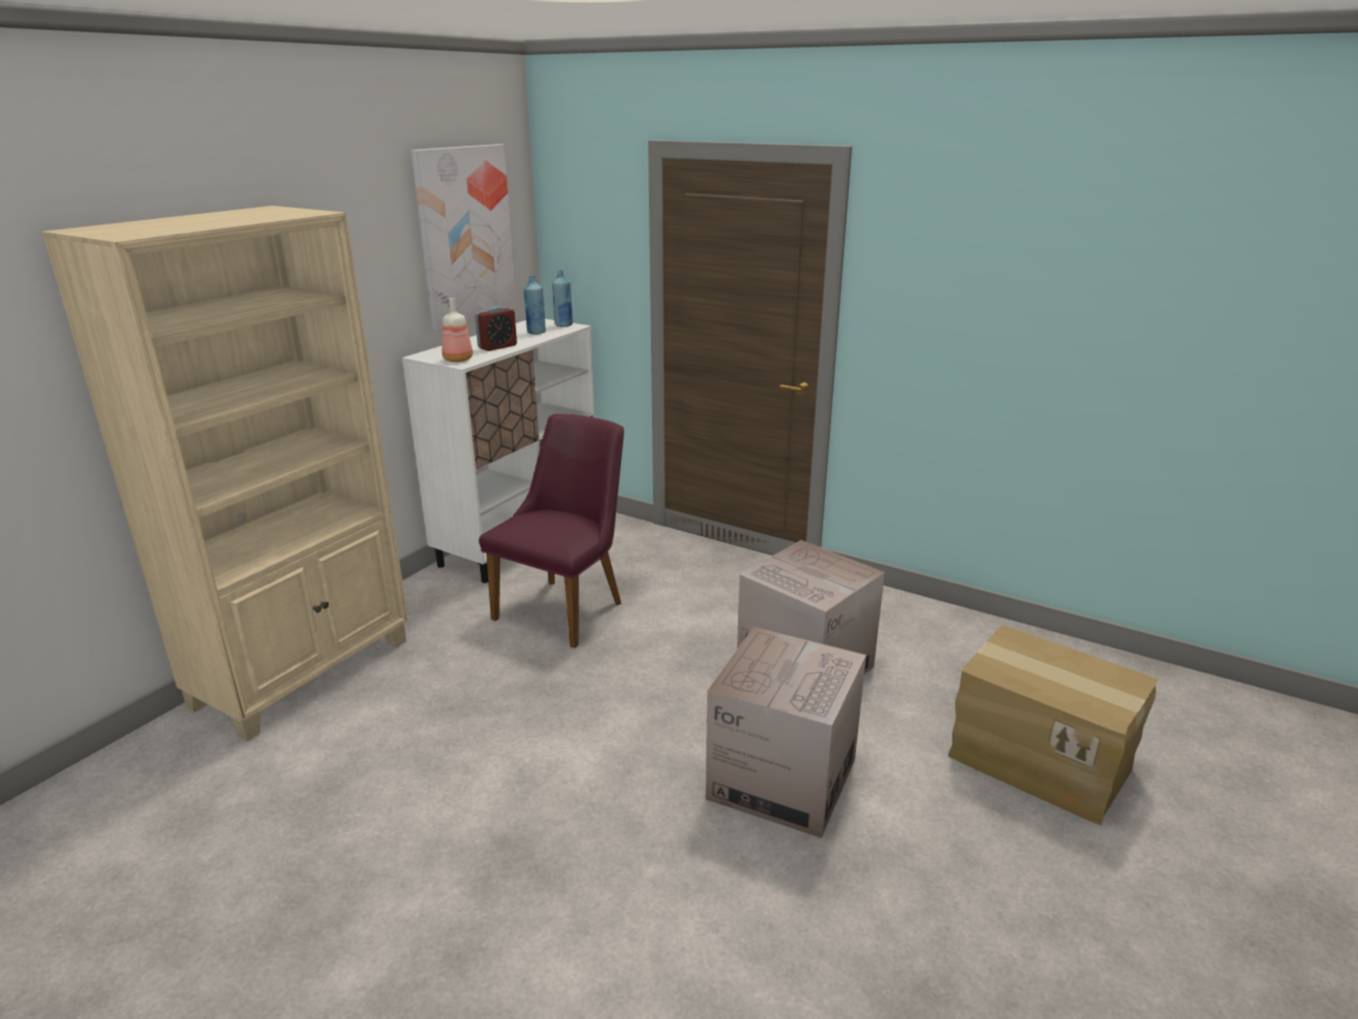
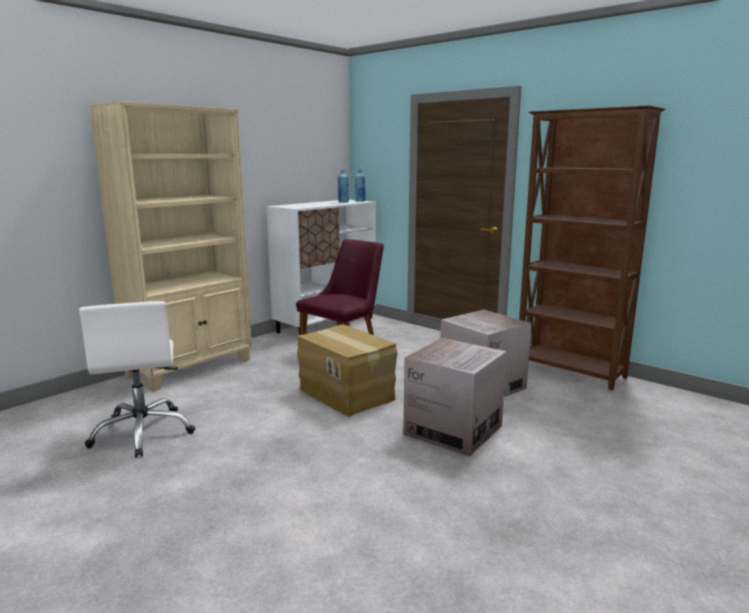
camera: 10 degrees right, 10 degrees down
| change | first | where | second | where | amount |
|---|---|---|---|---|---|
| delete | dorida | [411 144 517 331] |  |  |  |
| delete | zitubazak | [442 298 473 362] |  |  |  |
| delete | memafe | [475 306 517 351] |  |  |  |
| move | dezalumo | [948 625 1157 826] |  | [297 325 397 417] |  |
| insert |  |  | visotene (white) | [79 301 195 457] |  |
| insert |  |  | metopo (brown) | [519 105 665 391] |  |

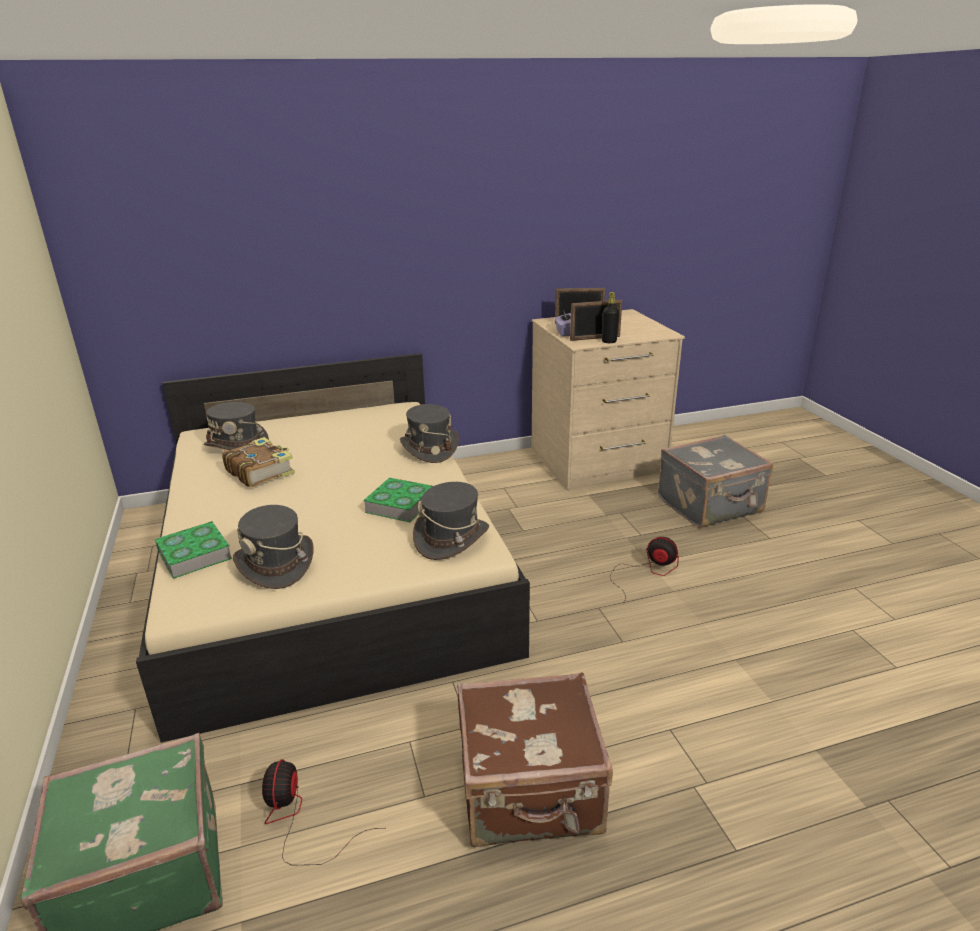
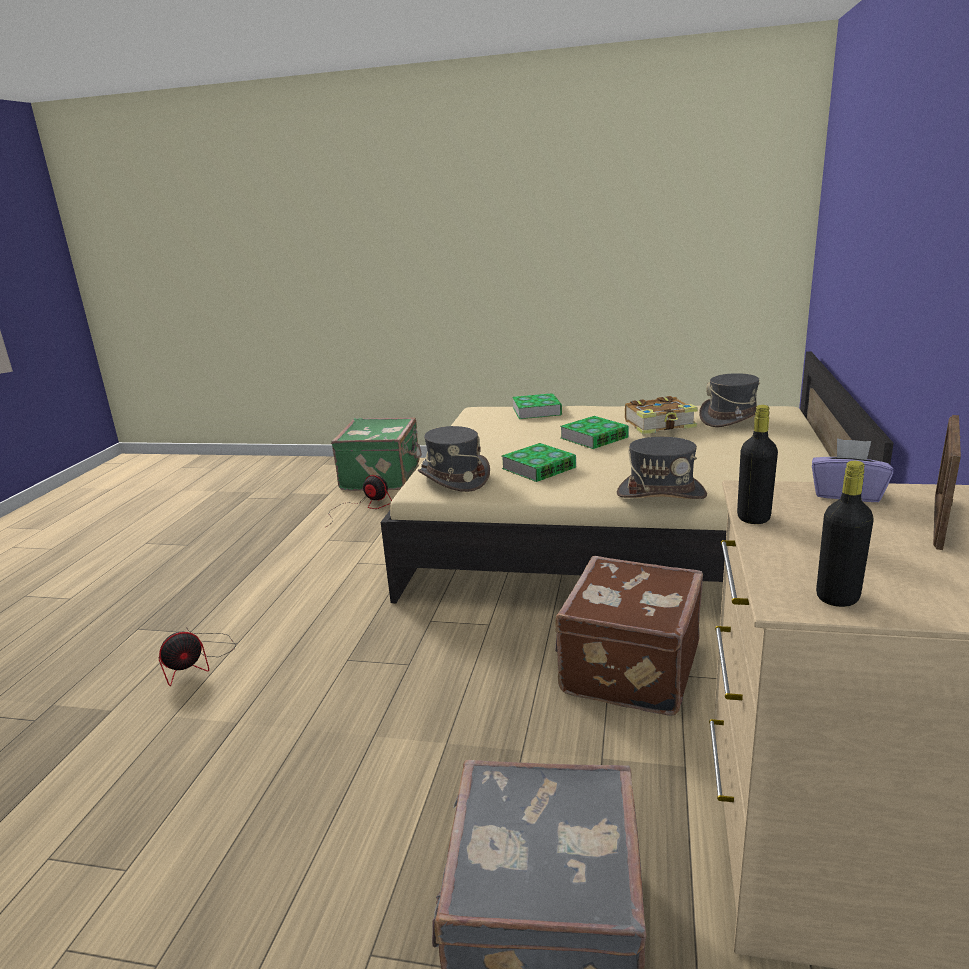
camera: 120 degrees right, 5 degrees down
| change | first | where | second | where | amount |
|---|---|---|---|---|---|
| delete | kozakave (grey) | [233 505 313 589] |  |  |  |
| move | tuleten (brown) | [457 672 613 847] |  | [555 556 703 716] |  |
| delete | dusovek | [570 300 622 341] |  |  |  |
| move | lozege | [610 537 679 604] |  | [159 627 236 686] |  |
| insert |  |  | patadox | [560 416 629 449] |  |
| insert |  |  | zitubazak (black) | [816 461 874 607] |  |

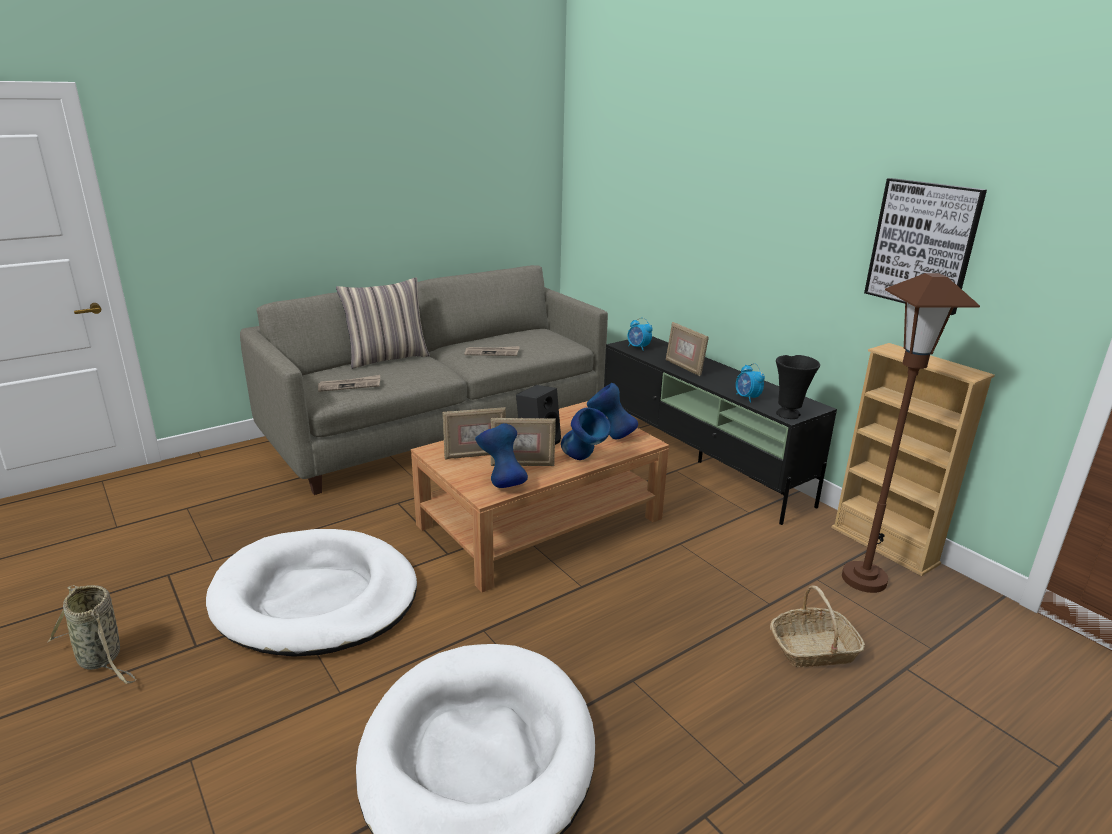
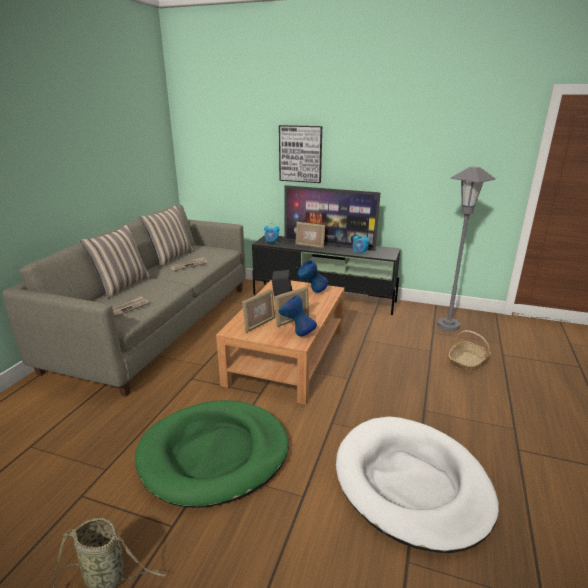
camera: 35 degrees left, 0 degrees up
| change | first | where | second | where | amount |
|---|---|---|---|---|---|
| recolor | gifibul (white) | [206 529 417 657] | gifibul (green) | [135 400 289 508] |  |
| delete | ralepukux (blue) | [561 407 611 460] |  |  |  |
| delete | ralepukux (black) | [776 355 820 419] |  |  |  |
| delete | metopo (beige) | [831 343 995 576] |  |  |  |
| recolor | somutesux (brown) | [842 273 980 593] | somutesux (grey) | [437 166 496 331] |  |
| move | dorida | [864 178 987 315] |  | [279 125 322 183] |  |
| insert |  |  | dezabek | [139 205 194 267] |  |
| insert |  |  | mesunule | [284 185 381 251] |  |

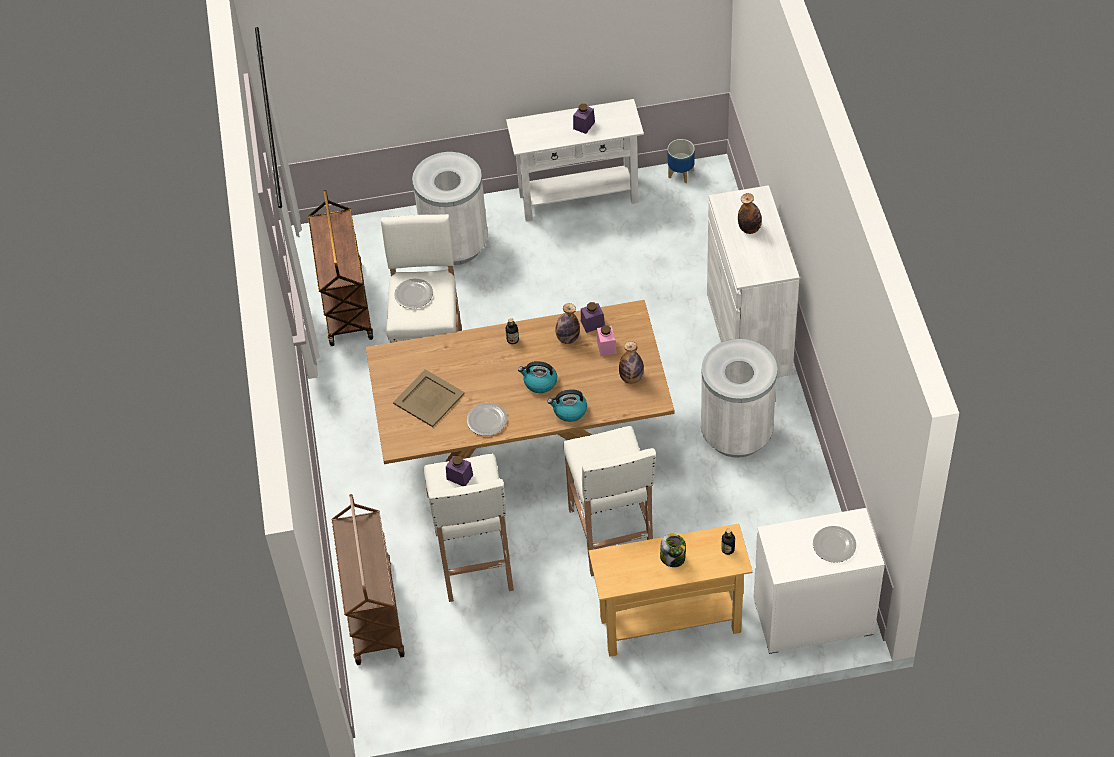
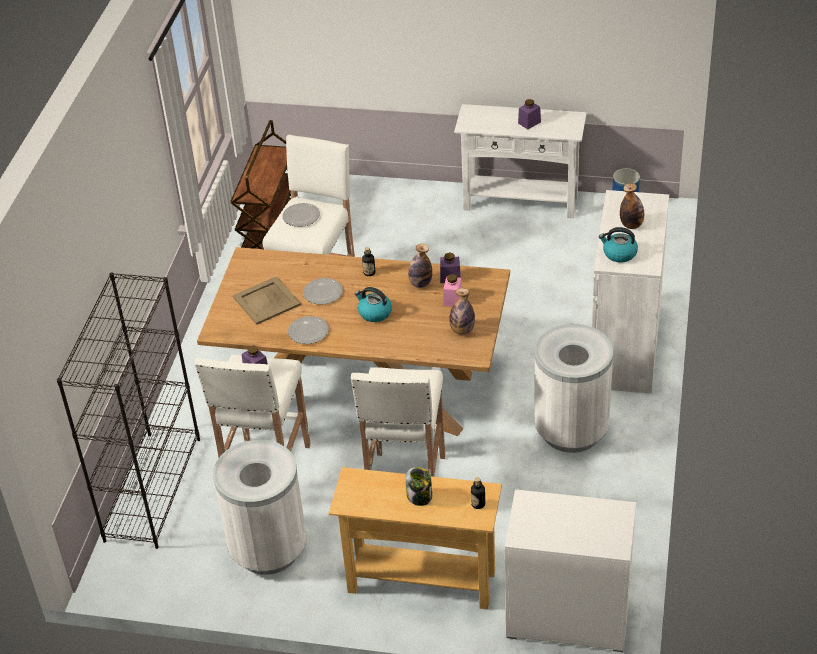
camera: 20 degrees right, 10 degrees down
| change | first | where | second | where | amount |
|---|---|---|---|---|---|
| replace | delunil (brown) | [332 494 405 665] | metopo (black) | [57 272 200 549] |  |
| move | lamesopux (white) | [412 152 488 265] |  | [213 440 307 575] |  |
| move | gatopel | [547 389 587 422] |  | [599 227 638 263] |  |
| move | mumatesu | [813 526 856 563] |  | [303 278 343 305] |  |

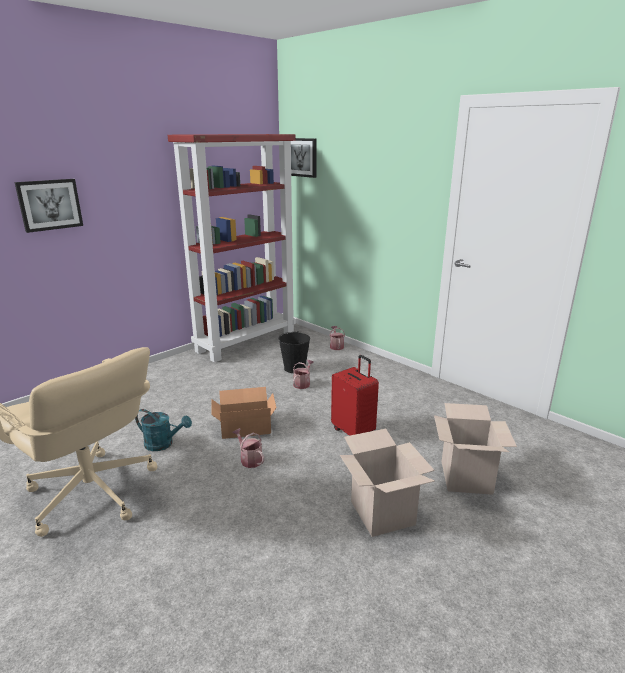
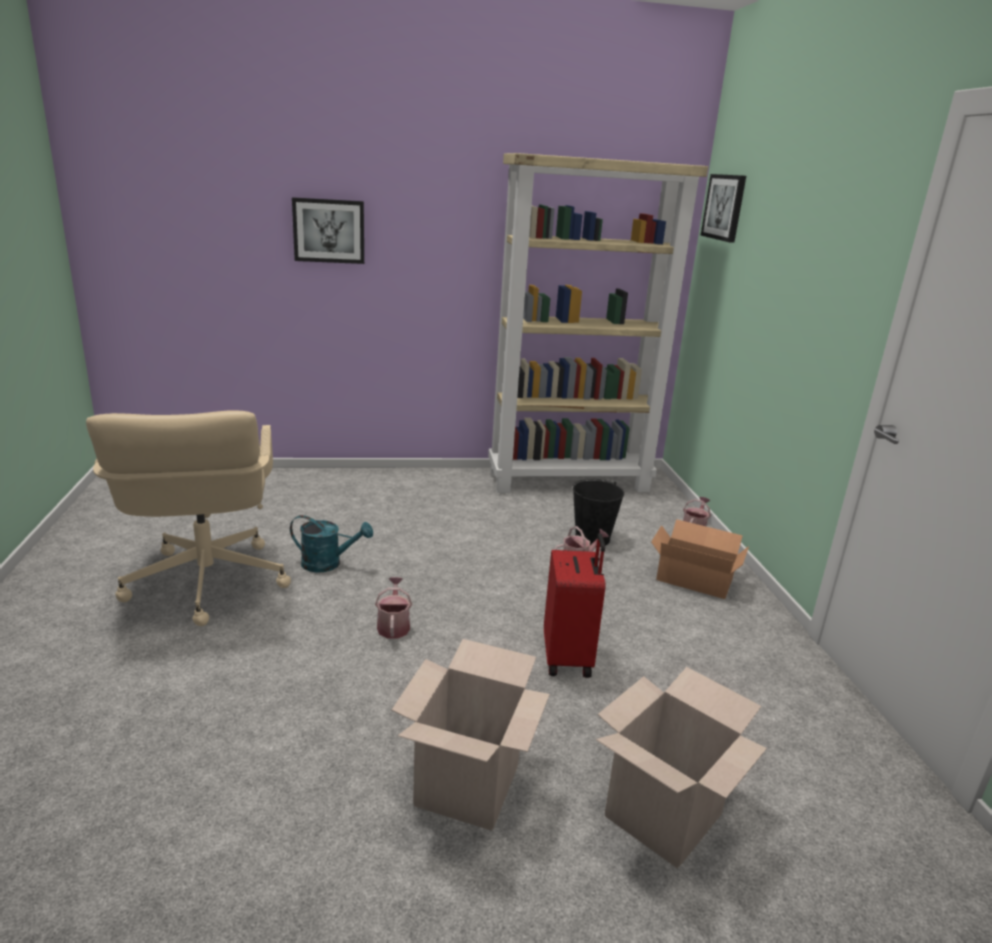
camera: 35 degrees right, 0 degrees up
| change | first | where | second | where | amount |
|---|---|---|---|---|---|
| rotate | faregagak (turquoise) | [135 409 192 451] |  | [290 515 373 573] | 45 degrees counterclockwise |
| recolor | metopo (red) | [167 134 296 362] | metopo (beige) | [488 153 708 493] |  |
| move | dezalumo | [211 387 277 439] |  | [651 519 749 599] |  |

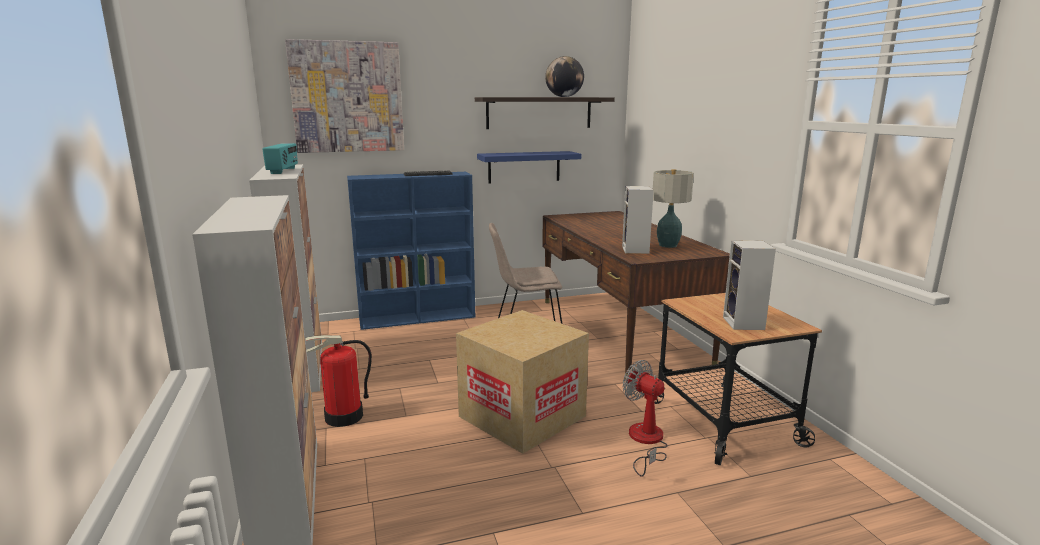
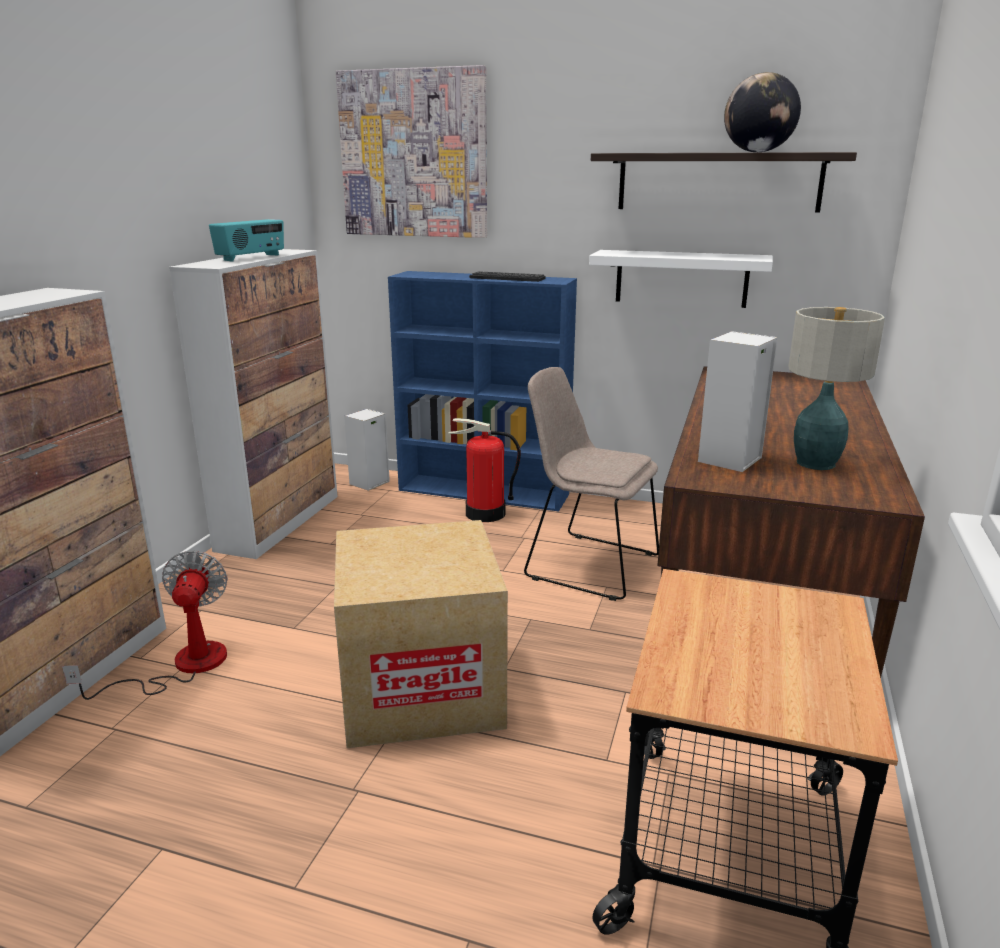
camera: 35 degrees right, 5 degrees up
| change | first | where | second | where | amount |
|---|---|---|---|---|---|
| move | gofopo | [305 335 372 427] |  | [448 418 521 522] |  |
| recolor | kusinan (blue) | [477 151 581 184] | kusinan (white) | [589 250 773 308] |  |
| move | lozege | [623 360 668 477] |  | [62 551 228 700] |  |
| move | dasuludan | [723 240 776 330] |  | [344 409 390 491] |  |

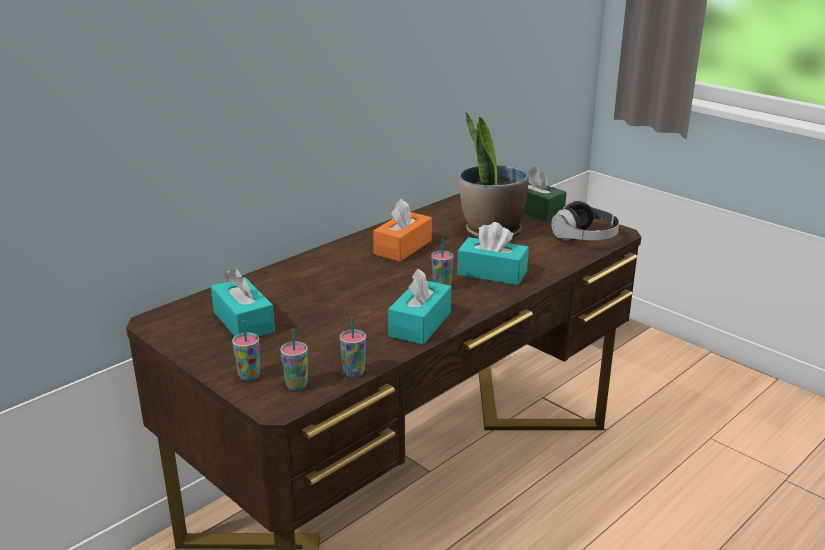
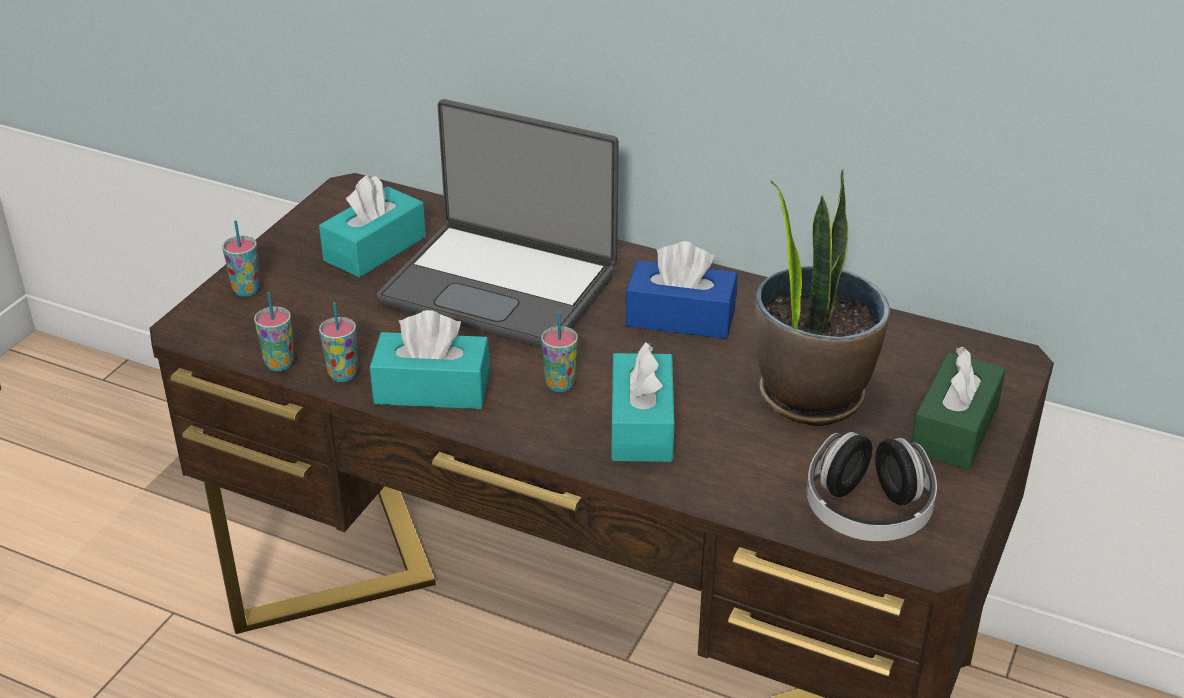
camera: 70 degrees right, 10 degrees up
| change | first | where | second | where | amount |
|---|---|---|---|---|---|
| move | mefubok | [280 329 308 391] |  | [319 302 358 382] |  |
| recolor | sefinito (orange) | [373 199 432 262] | sefinito (blue) | [626 241 737 339] |  |
| insert |  |  | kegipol | [377 99 619 348] |  |

